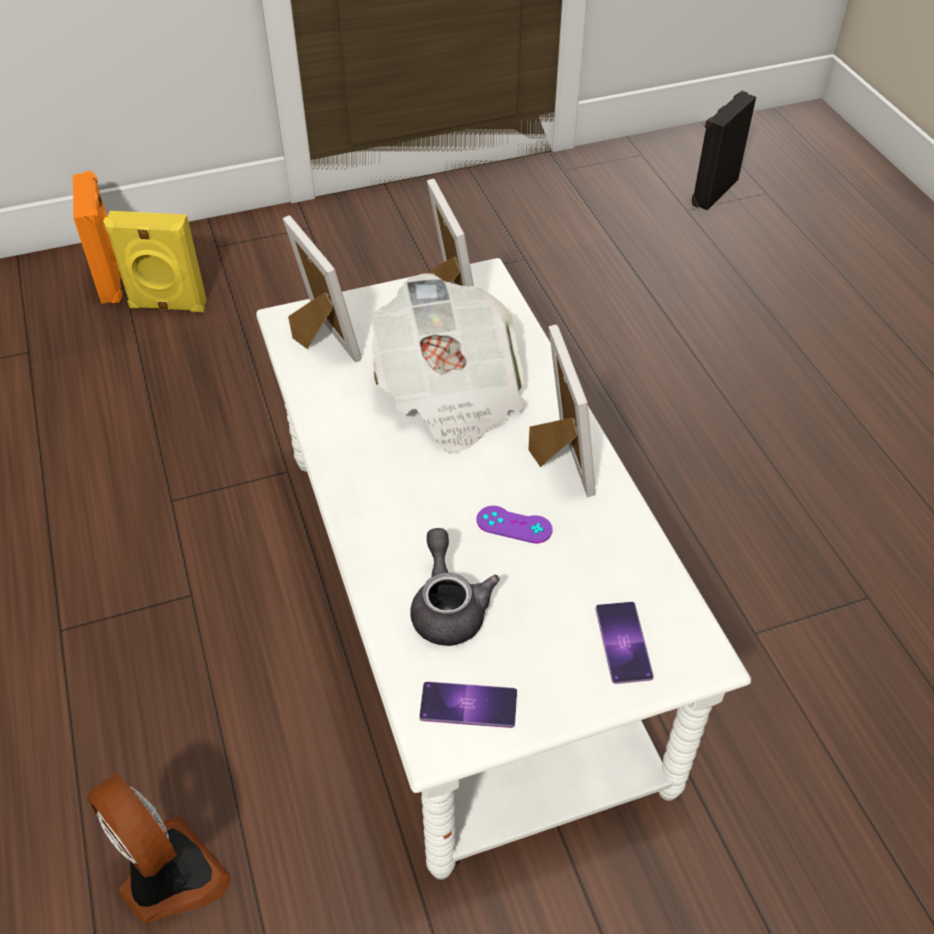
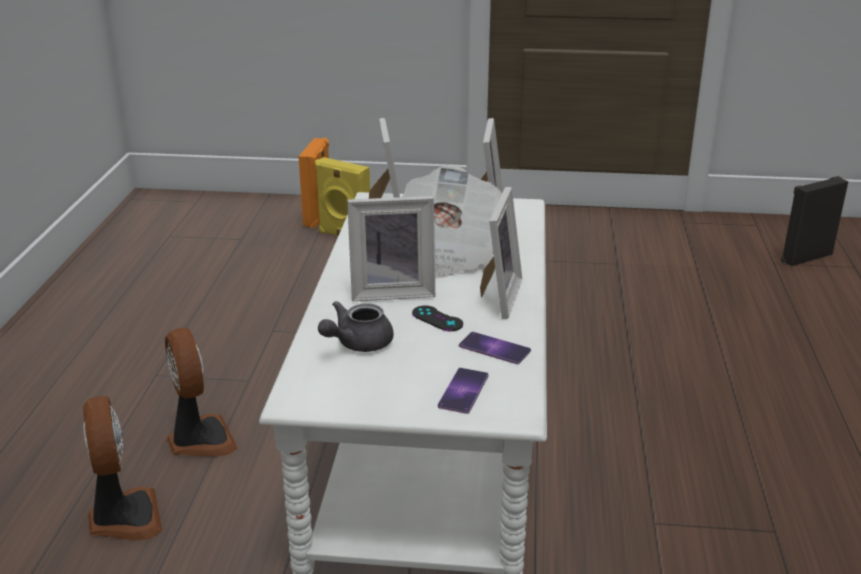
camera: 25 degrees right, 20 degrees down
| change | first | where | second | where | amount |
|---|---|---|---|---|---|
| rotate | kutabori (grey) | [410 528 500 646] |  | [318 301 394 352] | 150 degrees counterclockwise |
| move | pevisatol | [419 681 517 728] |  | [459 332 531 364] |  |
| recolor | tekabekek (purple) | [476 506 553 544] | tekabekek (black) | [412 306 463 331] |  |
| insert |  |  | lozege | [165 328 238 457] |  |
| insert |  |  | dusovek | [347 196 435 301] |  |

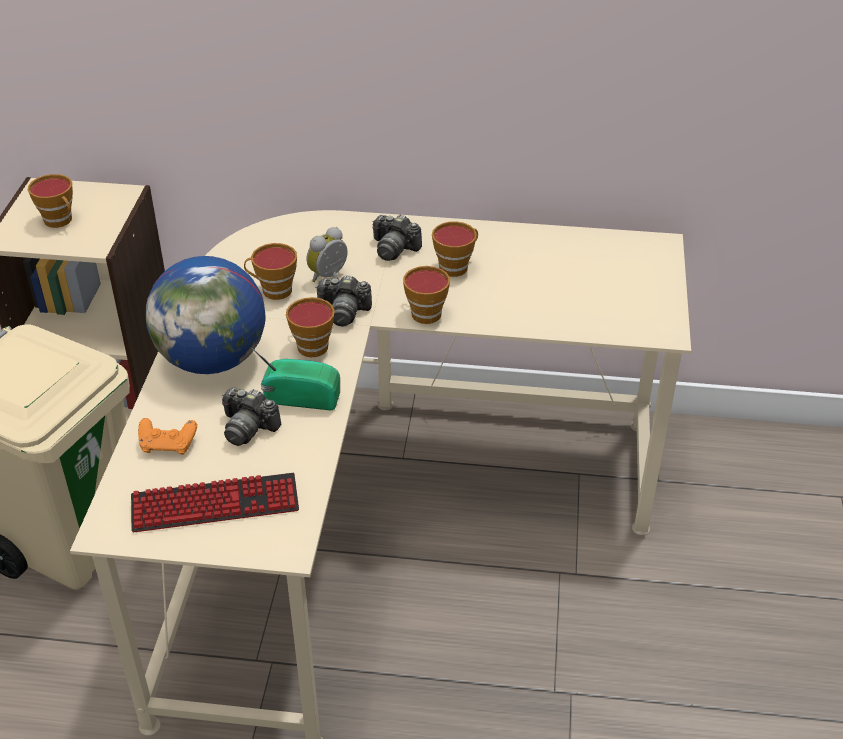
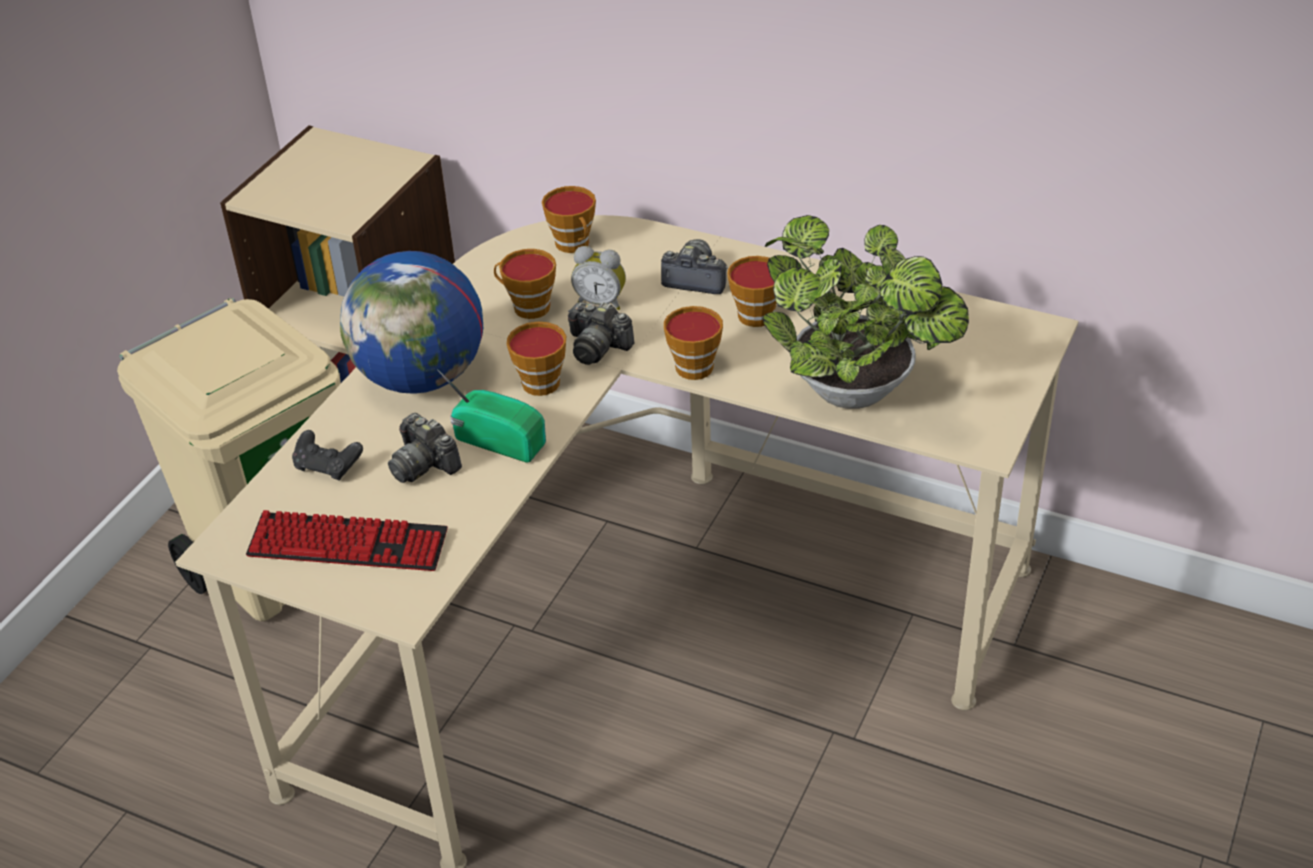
camera: 20 degrees right, 0 degrees up
| change | first | where | second | where | amount |
|---|---|---|---|---|---|
| move | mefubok | [28 174 73 228] |  | [542 186 596 253] |  |
| recolor | tekabekek (orange) | [138 418 197 455] | tekabekek (black) | [292 430 363 481] |  |
| rotate | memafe | [307 227 348 282] |  | [571 246 626 310] | 135 degrees counterclockwise |
| rotate | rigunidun | [372 214 422 261] |  | [661 239 728 294] | 150 degrees clockwise |
| insert |  |  | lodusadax | [762 215 969 409] |  |

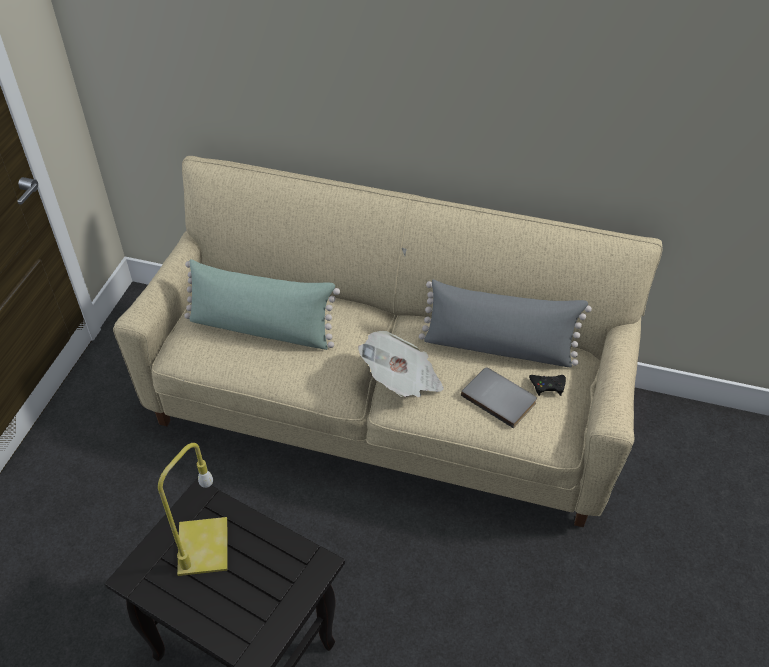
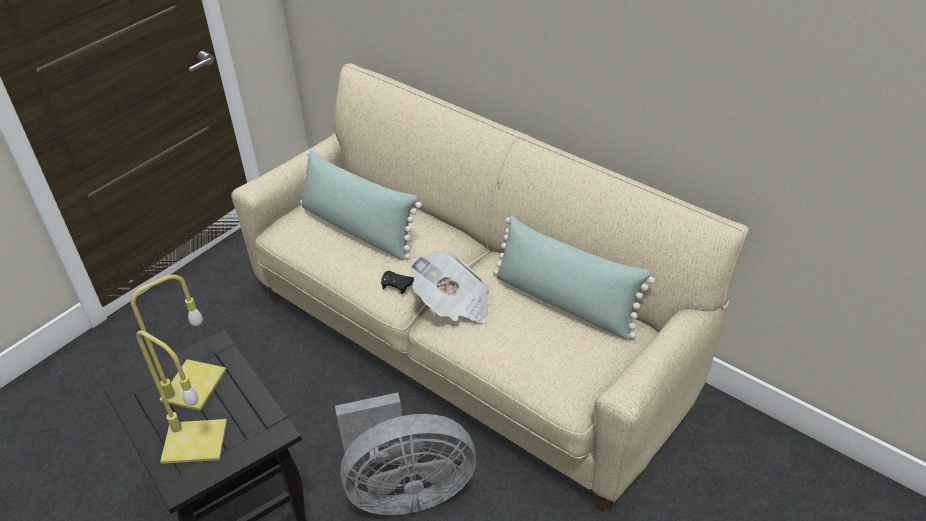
camera: 25 degrees right, 5 degrees down
| change | first | where | second | where | amount |
|---|---|---|---|---|---|
| recolor | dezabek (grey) | [419 280 592 368] | dezabek (green) | [493 216 655 340] |  |
| delete | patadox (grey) | [461 367 537 428] |  |  |  |
| move | tekabekek (black) | [529 375 566 396] |  | [381 271 414 294] |  |
| insert |  |  | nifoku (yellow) | [136 331 227 464] |  |
| insert |  |  | lozege (grey) | [335 393 476 515] |  |

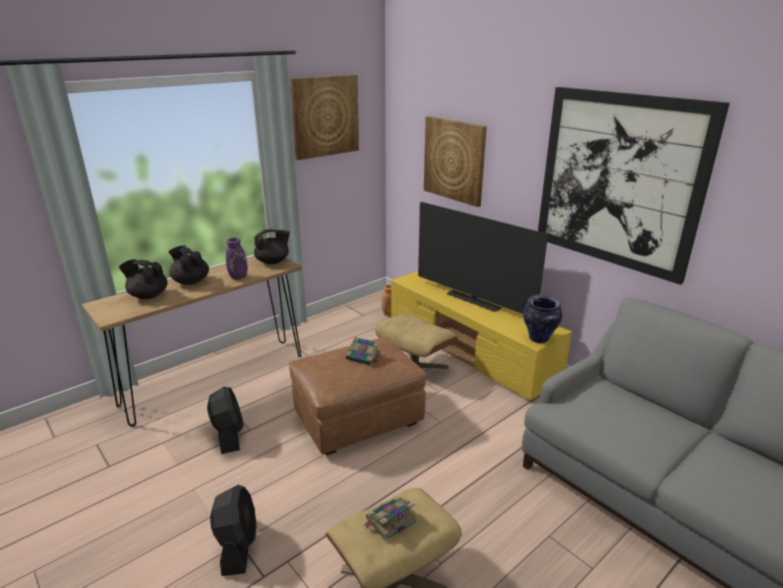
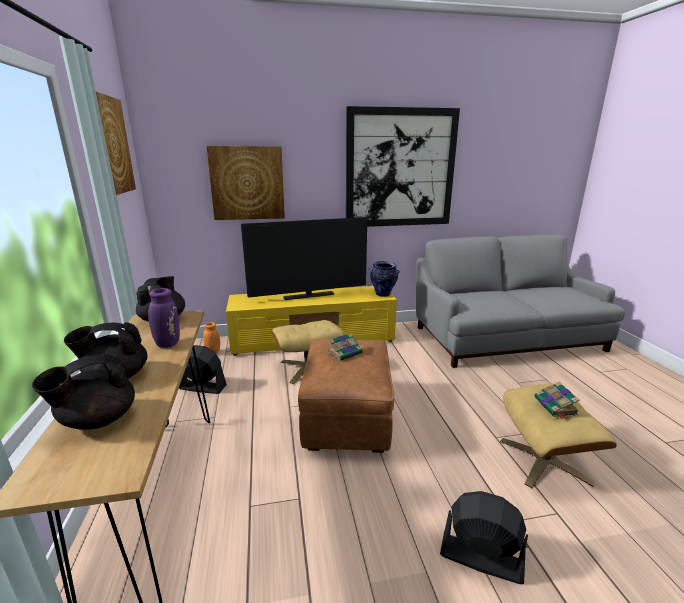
camera: 60 degrees left, 5 degrees down
| change | first | where | second | where | amount |
|---|---|---|---|---|---|
| move | lozege (black) | [207 387 244 454] |  | [179 345 227 394] |  |

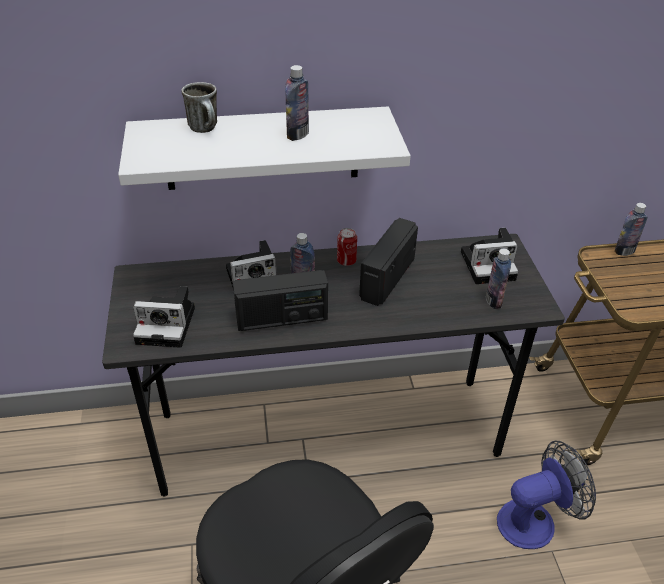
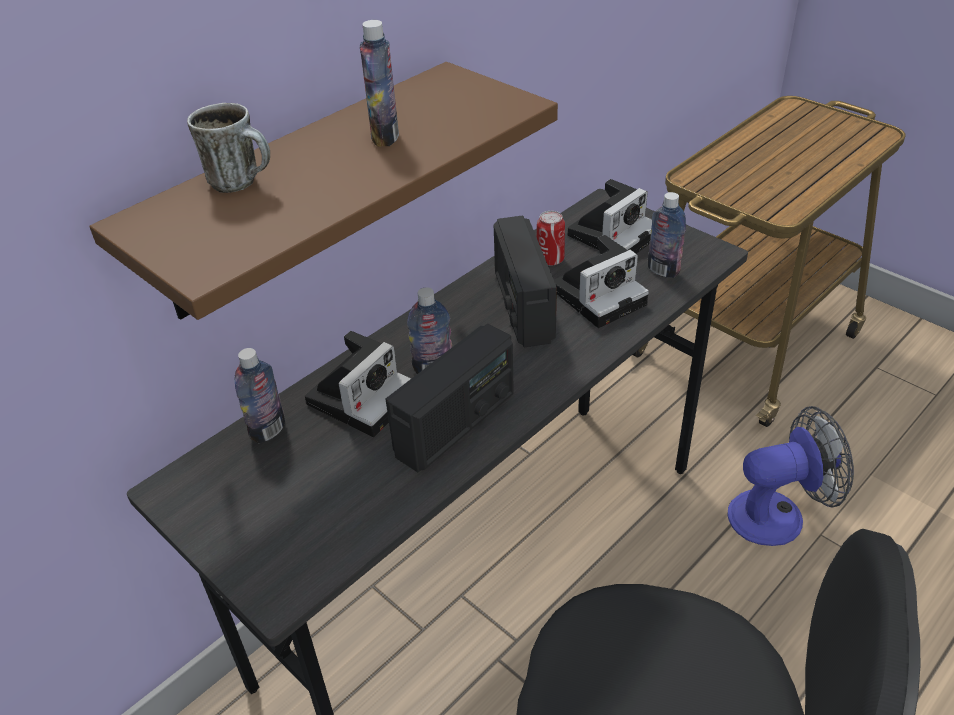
camera: 35 degrees left, 0 degrees up
| change | first | where | second | where | amount |
|---|---|---|---|---|---|
| recolor | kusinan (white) | [118 107 411 190] | kusinan (brown) | [89 62 558 320] |  |
| move | rigunidun | [133 286 195 348] |  | [554 235 649 328] |  |
| move | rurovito | [337 228 357 266] |  | [537 211 565 266] |  |
| rotate | lozege | [497 441 596 549] |  | [728 406 854 546] | 45 degrees clockwise |
| move | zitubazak | [614 203 648 256] |  | [235 348 285 444] |  |

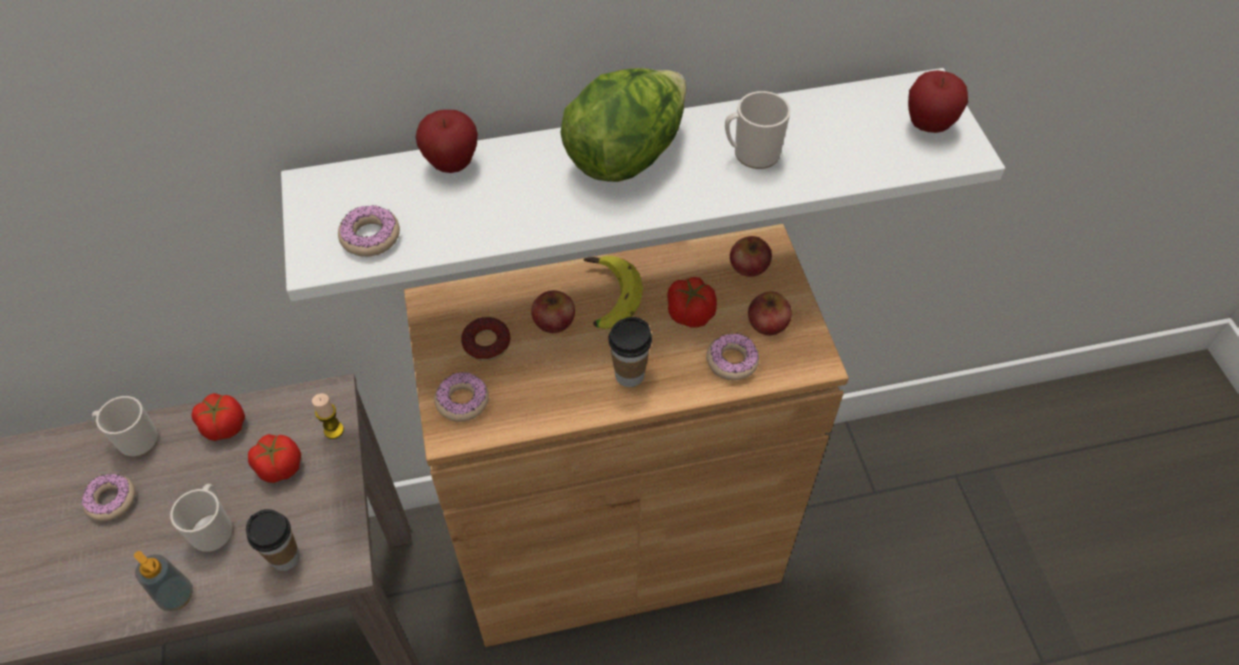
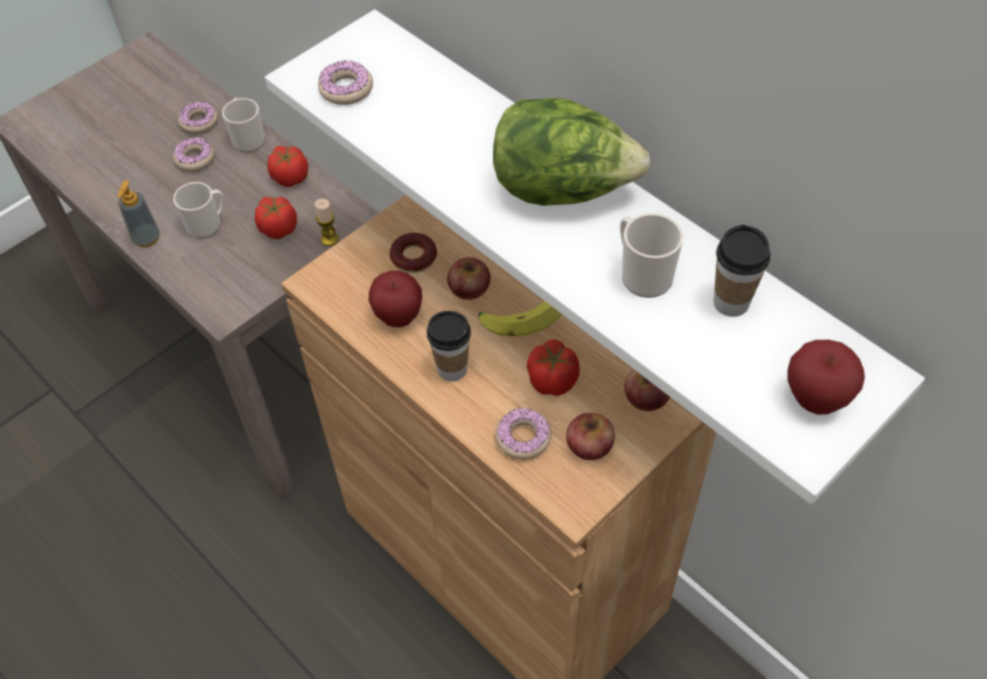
camera: 60 degrees right, 0 degrees up
| change | first | where | second | where | amount |
|---|---|---|---|---|---|
| move | mefubok | [246 509 300 571] |  | [714 225 770 317] |  |
| move | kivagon | [416 110 478 173] |  | [368 271 422 327] |  |
| move | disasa | [434 372 489 422] |  | [178 102 218 134] |  |

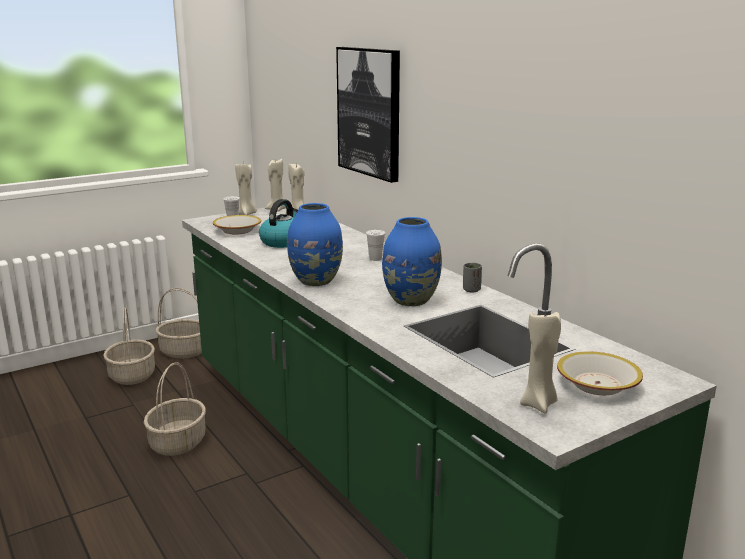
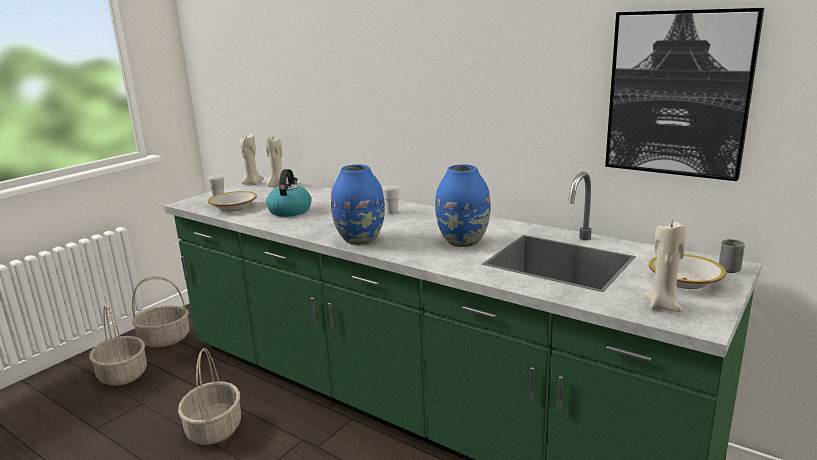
camera: 20 degrees left, 0 degrees up
| change | first | where | second | where | amount |
|---|---|---|---|---|---|
| delete | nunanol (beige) | [235 164 257 215] |  |  |  |
| move | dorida | [336 47 400 183] |  | [605 8 764 181] |  |
| move | mefubok (grey) | [463 263 482 293] |  | [719 239 745 273] |  |

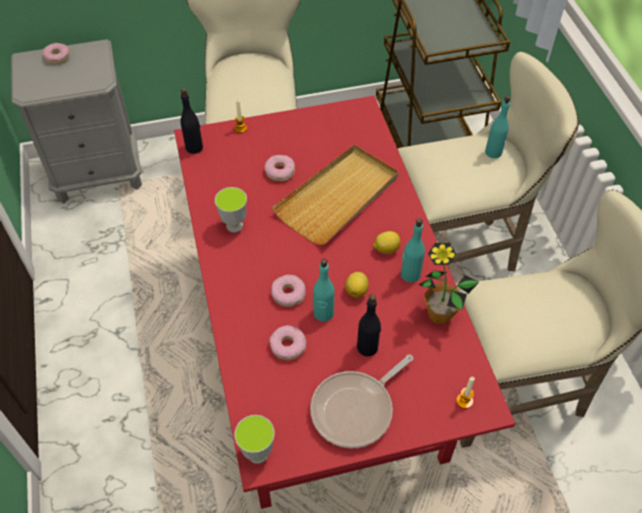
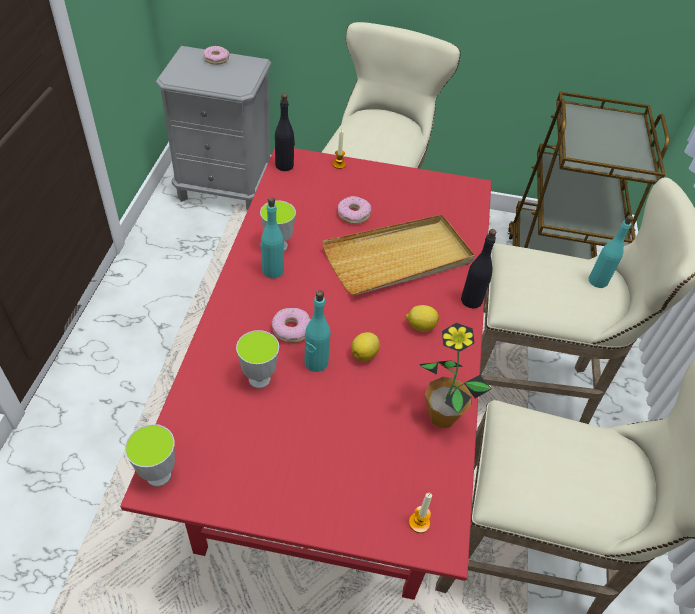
camera: 20 degrees right, 5 degrees down
| change | first | where | second | where | amount |
|---|---|---|---|---|---|
| replace | disasa | [269 325 306 360] | mefubok | [236 330 279 389] |  |
| delete | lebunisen | [310 354 414 448] |  |  |  |
| move | zitubazak (black) | [357 294 381 357] |  | [461 229 496 308] |  |
| move | zitubazak (turquoise) | [401 218 425 283] |  | [260 197 284 279] |  |

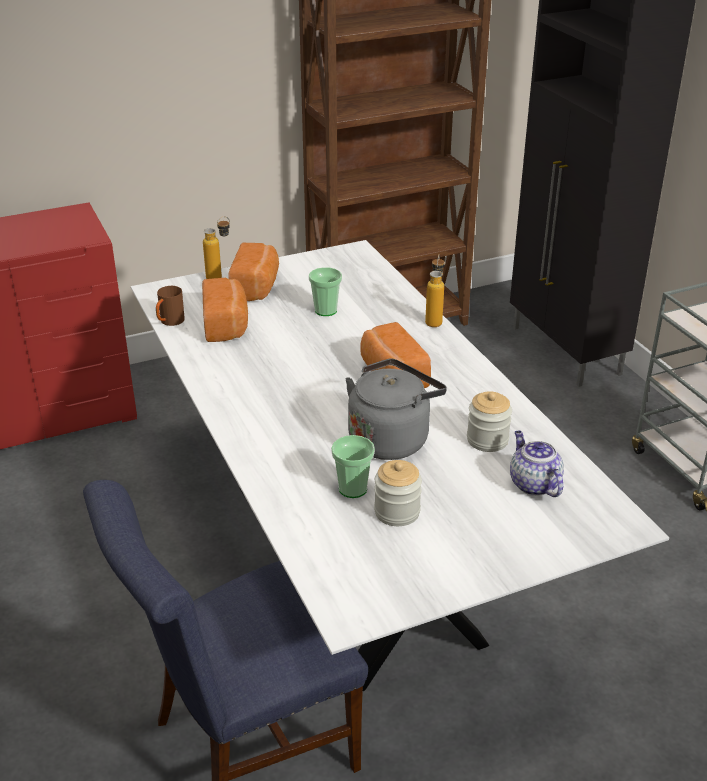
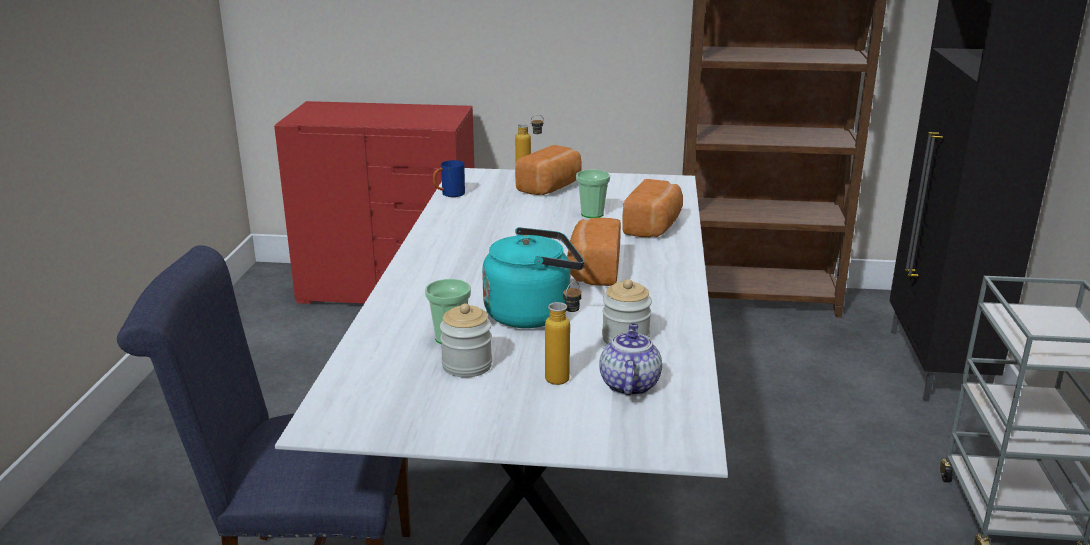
camera: 30 degrees right, 10 degrees down
| change | first | where | second | where | amount |
|---|---|---|---|---|---|
| recolor | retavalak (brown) | [156 286 185 326] | retavalak (blue) | [433 160 465 197] |  |
| move | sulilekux | [202 278 248 342] |  | [622 179 683 237] |  |
| recolor | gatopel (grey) | [346 358 447 460] | gatopel (turquoise) | [482 227 584 328] |  |
| move | zitubazak | [425 254 445 327] |  | [545 281 582 385] |  |

